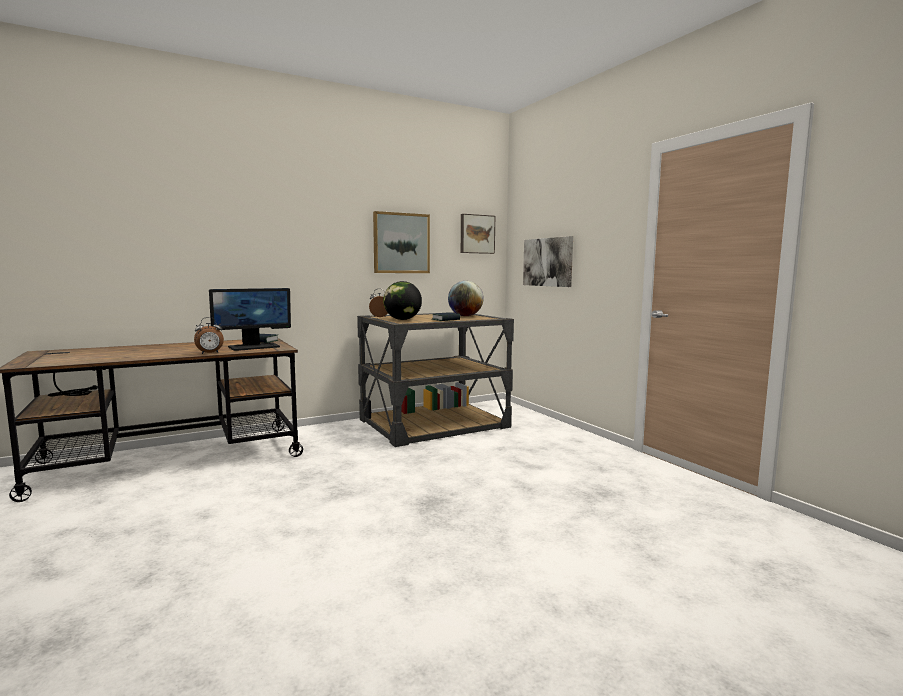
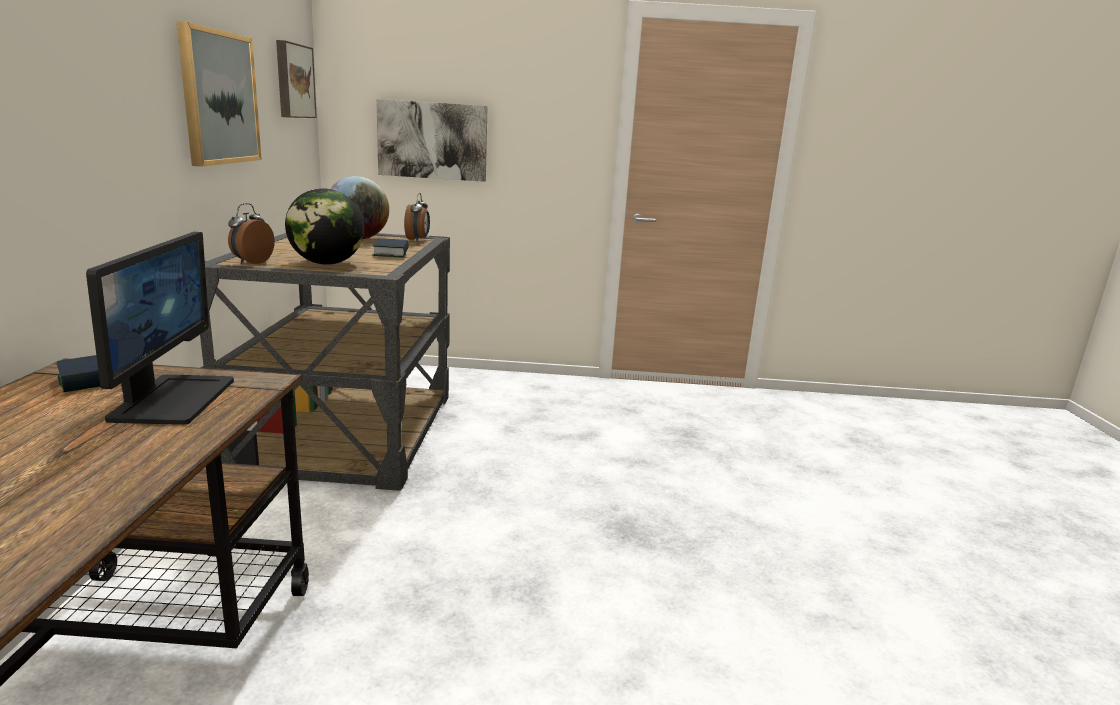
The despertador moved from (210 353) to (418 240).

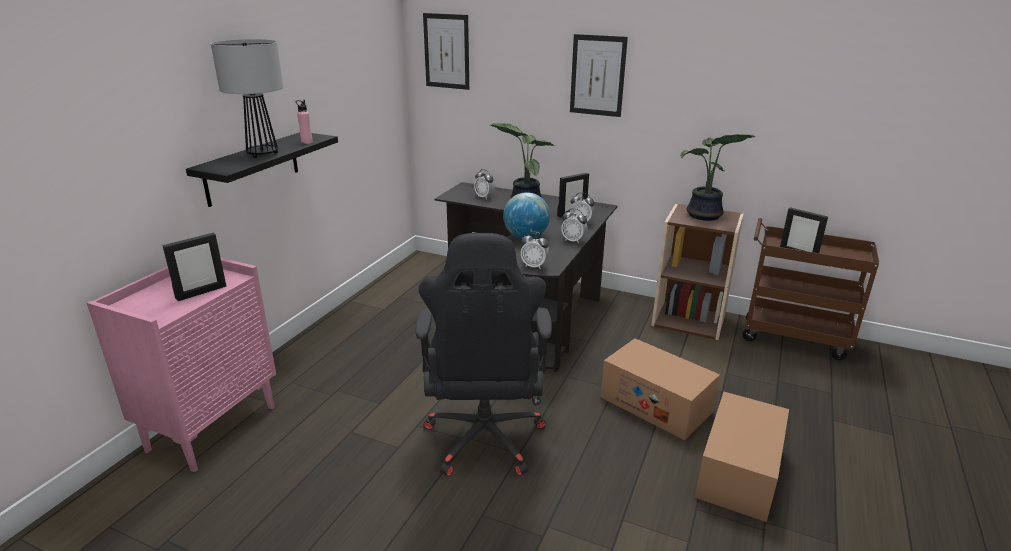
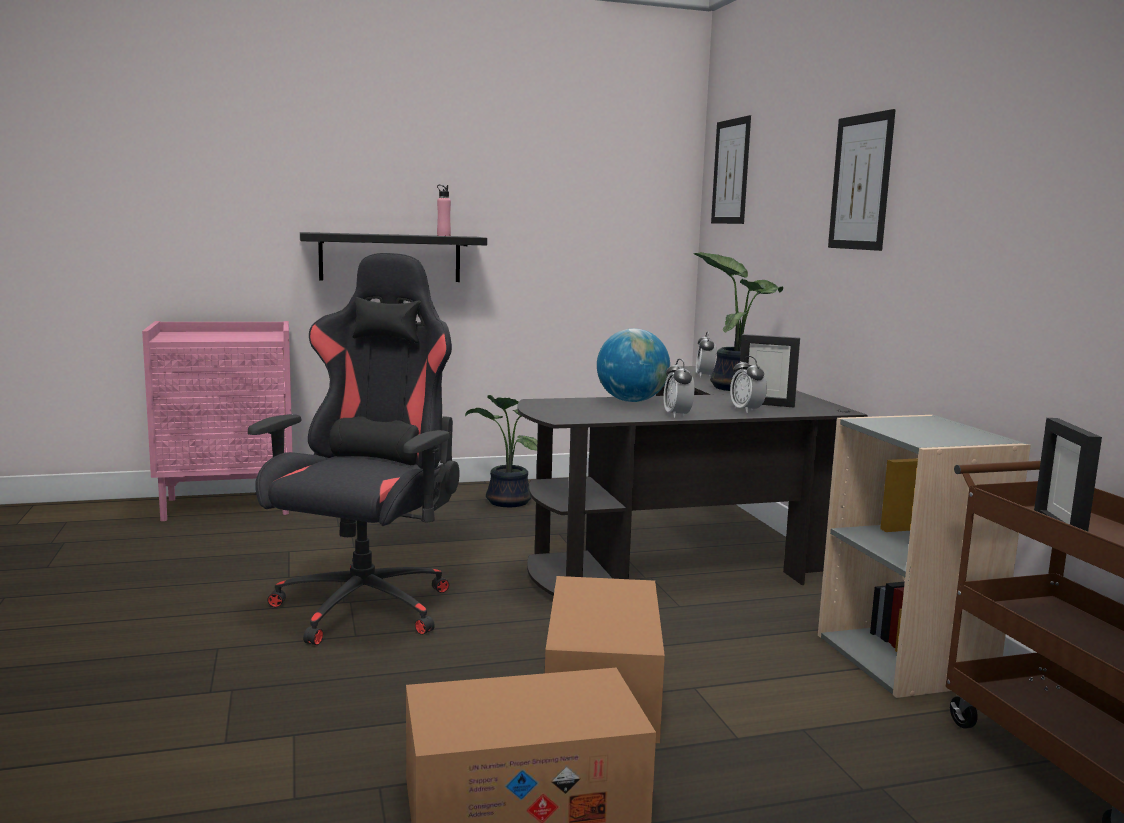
The lámpara de mesa at (262 154) disappeared. The planta en maceta moved from (704 216) to (505 502). The estantería (marrón) at (689 320) became the estantería (gris) at (906 659). The despertador at (534 266) disappeared. The portarretratos at (201 292) disappeared. The silla de oficina (negro) at (484 437) turned 150 degrees clockwise.

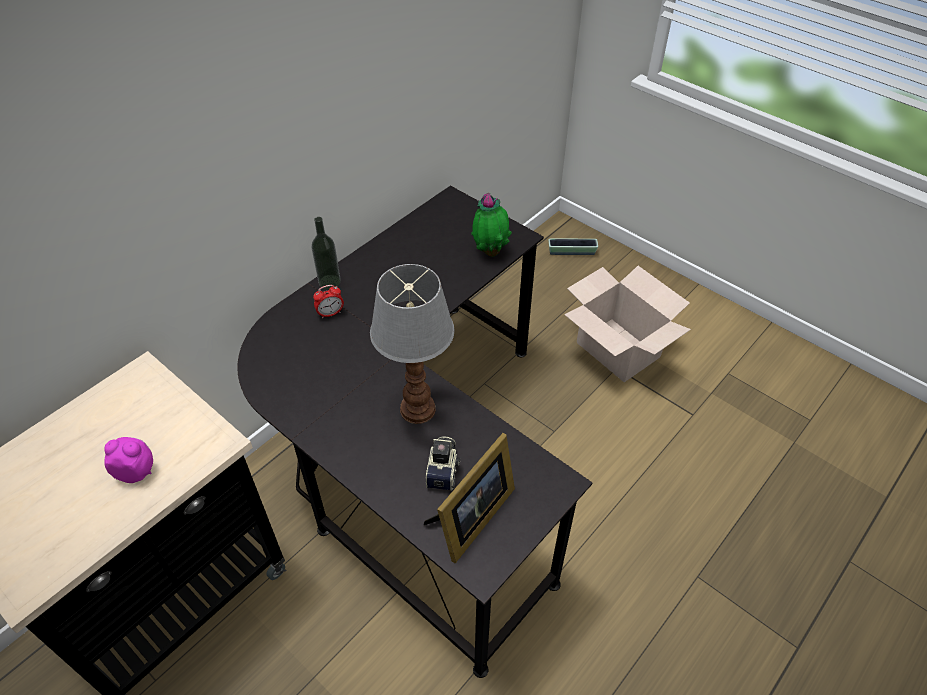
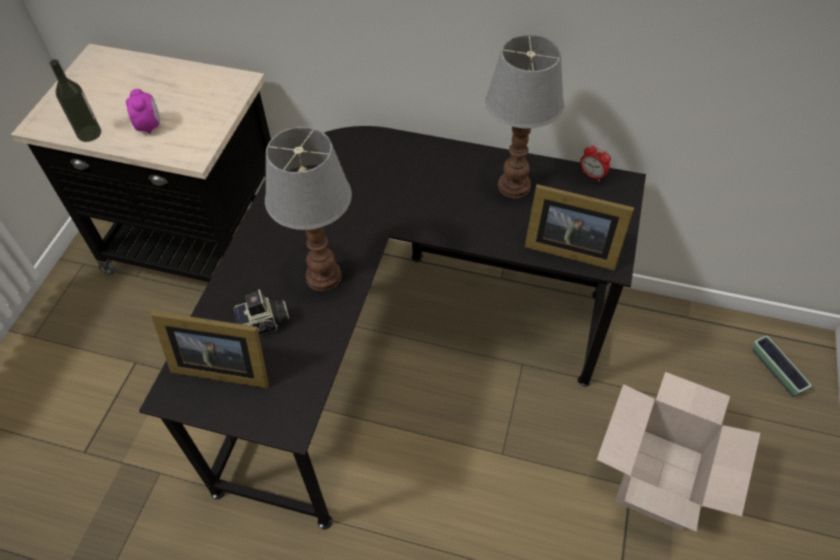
The planta en maceta at (490 252) was replaced by the portarretratos at (568 248). The botella moved from (329 282) to (89 133). The despertador moved from (330 313) to (592 175). The lámpara de mesa at (513 185) appeared.

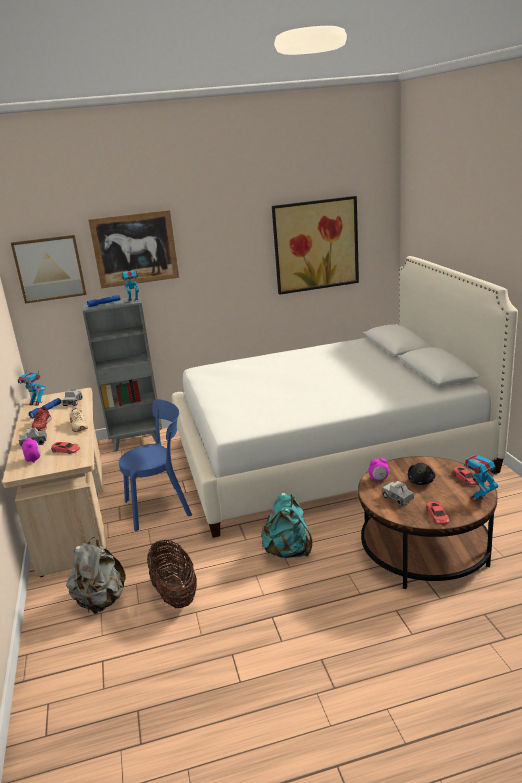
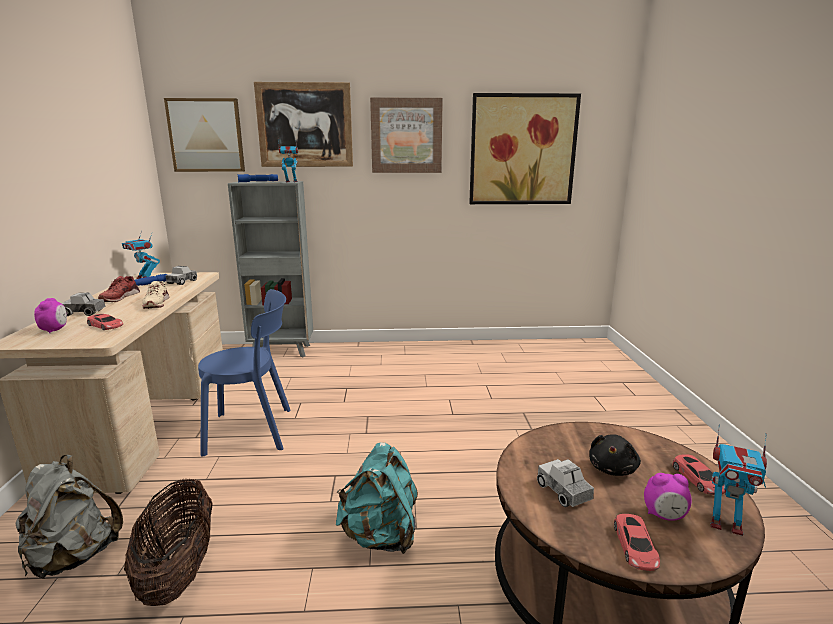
The cama (blanco) at (327 454) disappeared. The robot de juguete at (479 497) turned 135 degrees counterclockwise. The despertador moved from (379 479) to (664 516). The cuadro at (406 136) appeared.

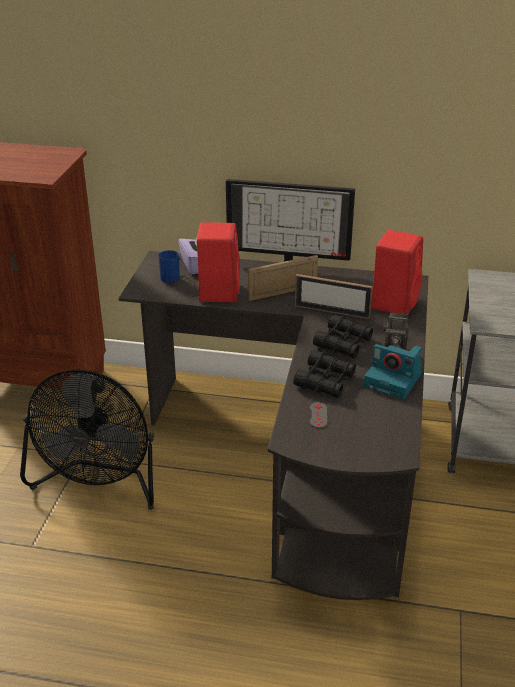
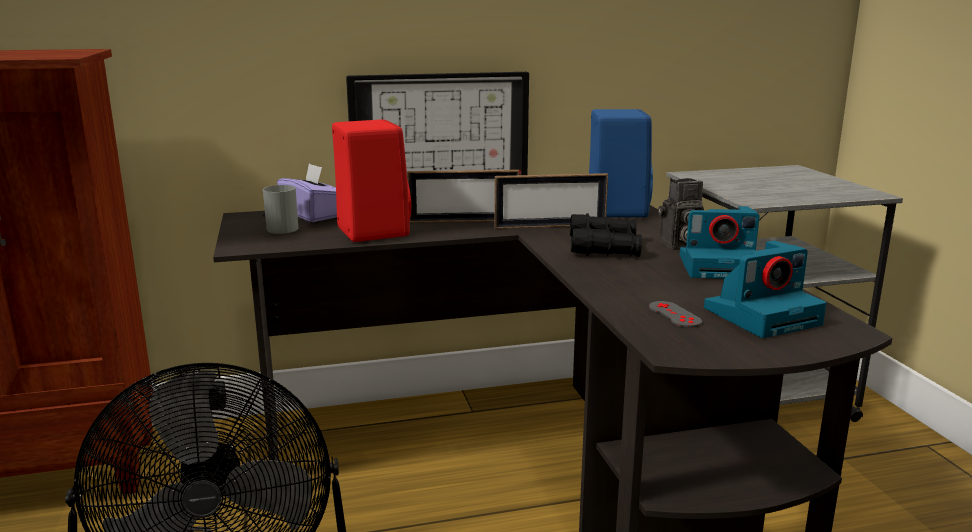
The altavoz (rojo) at (394 302) became the altavoz (azul) at (615 210). The taza grande (azul) at (171 276) became the taza grande (gris) at (282 228). The portarretratos at (282 292) turned 135 degrees counterclockwise. The prismáticos (negro) at (325 381) disappeared. The cámara at (763 315) appeared.

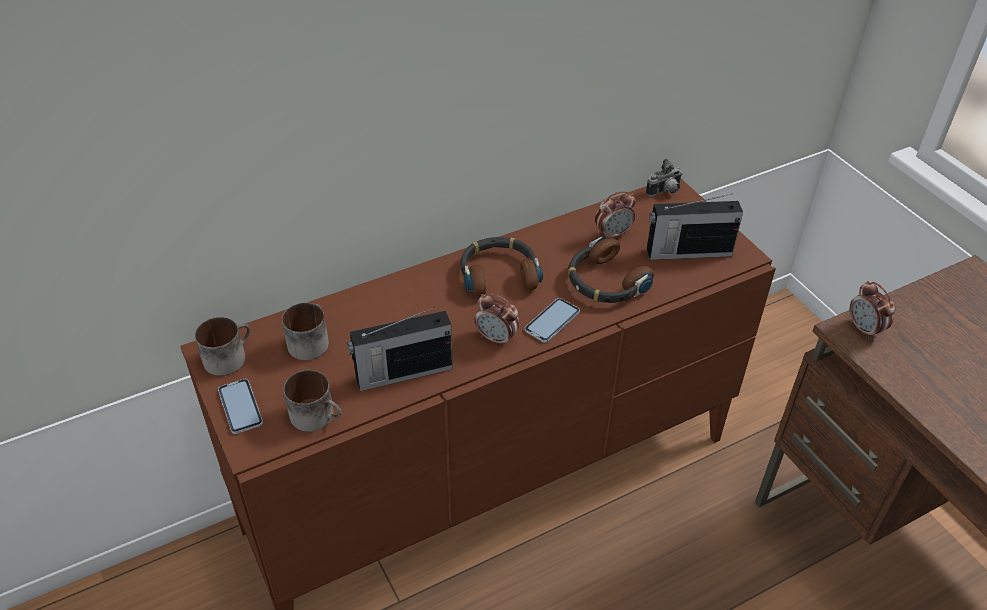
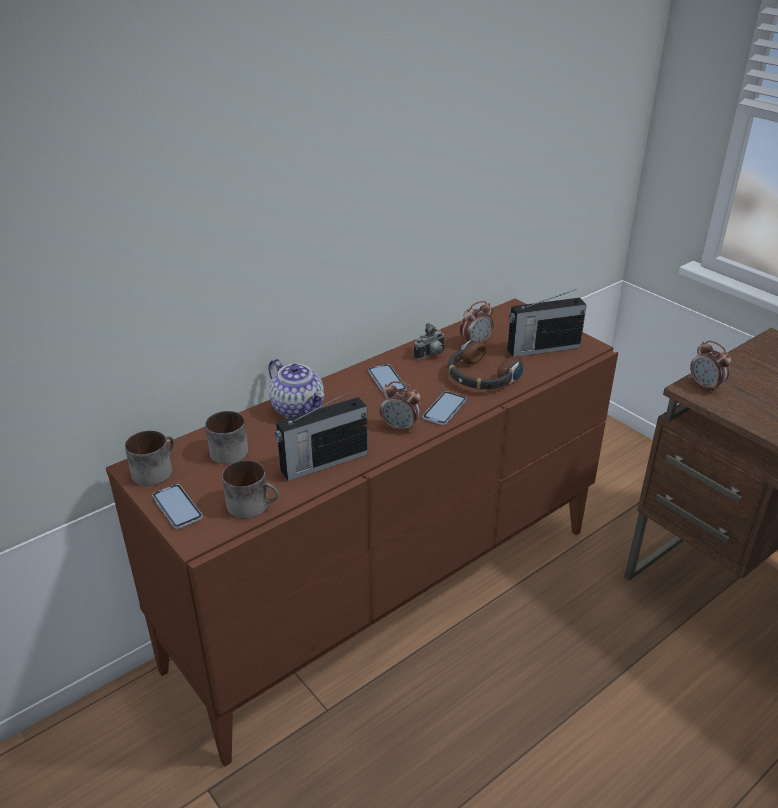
The cámara moved from (665 192) to (431 355). The auriculares at (499 273) was replaced by the móvil at (387 380). The tetera at (299 409) appeared.

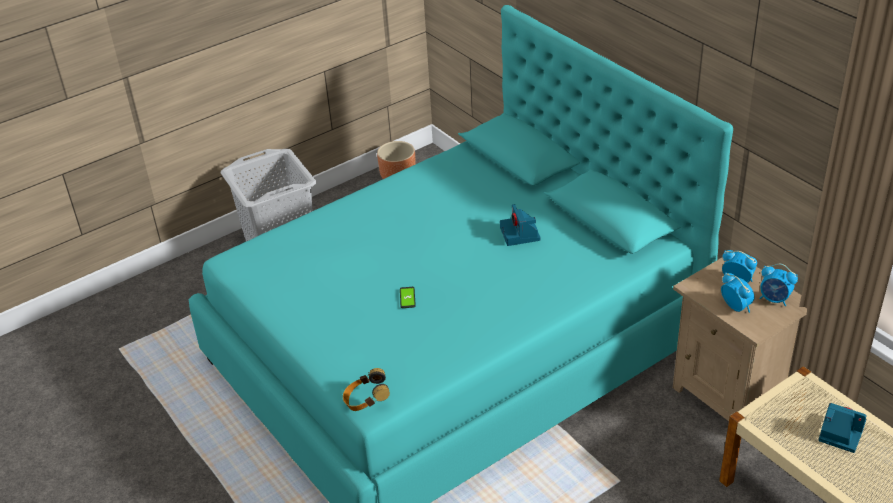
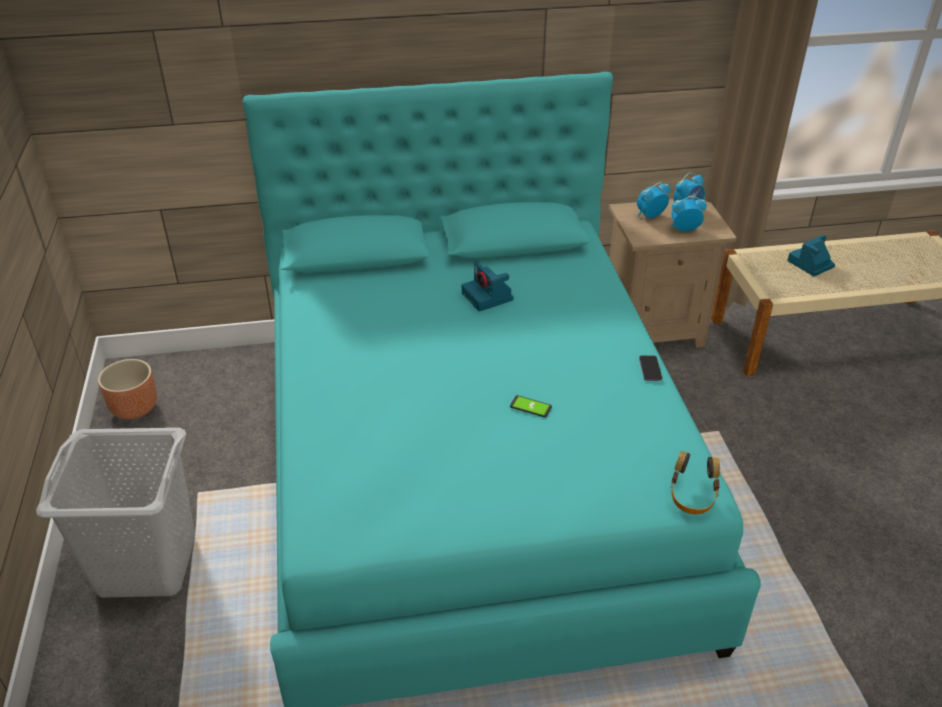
The cámara at (520 234) turned 45 degrees clockwise. The móvil at (650 369) appeared.

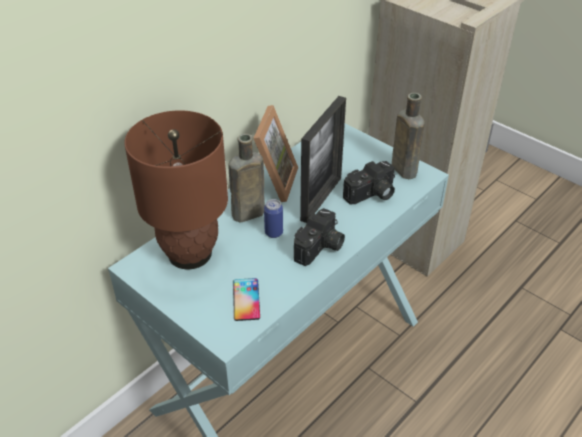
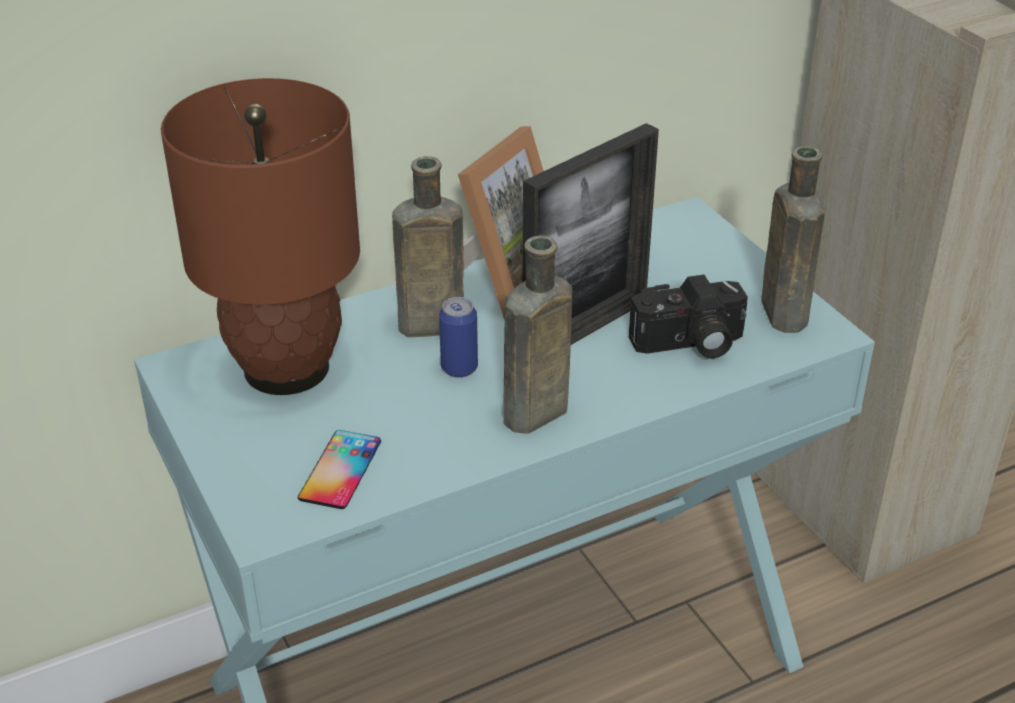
The cámara at (320 248) was replaced by the botella (marrón) at (532 416).

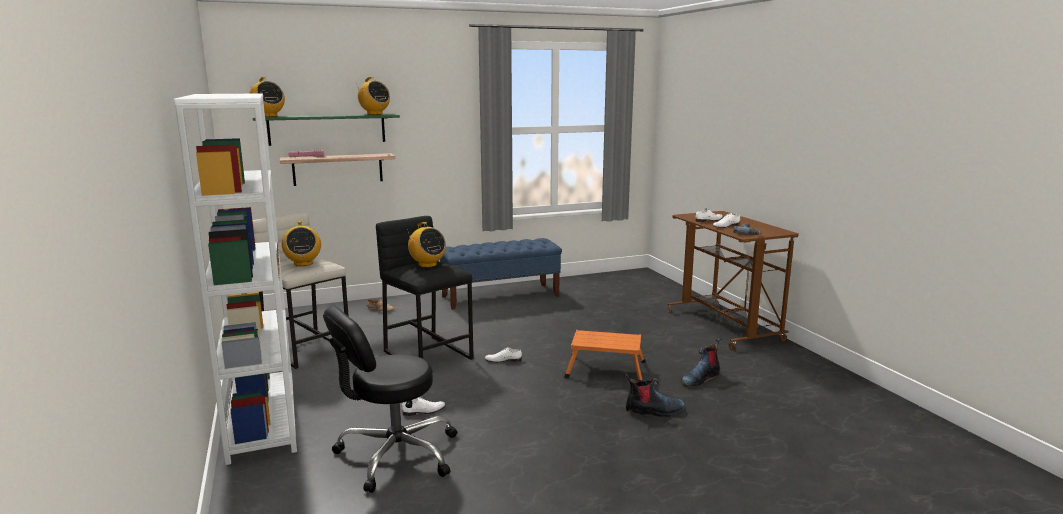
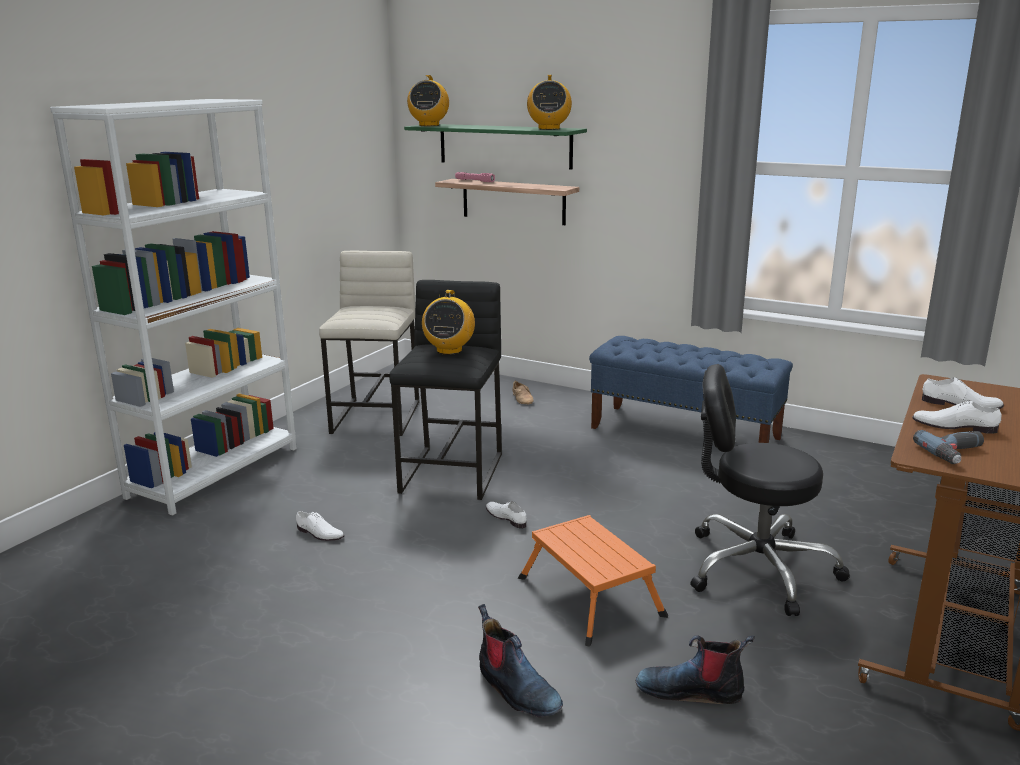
The radio at (303 263) disappeared. The silla de oficina (negro) moved from (392 457) to (751 567).

